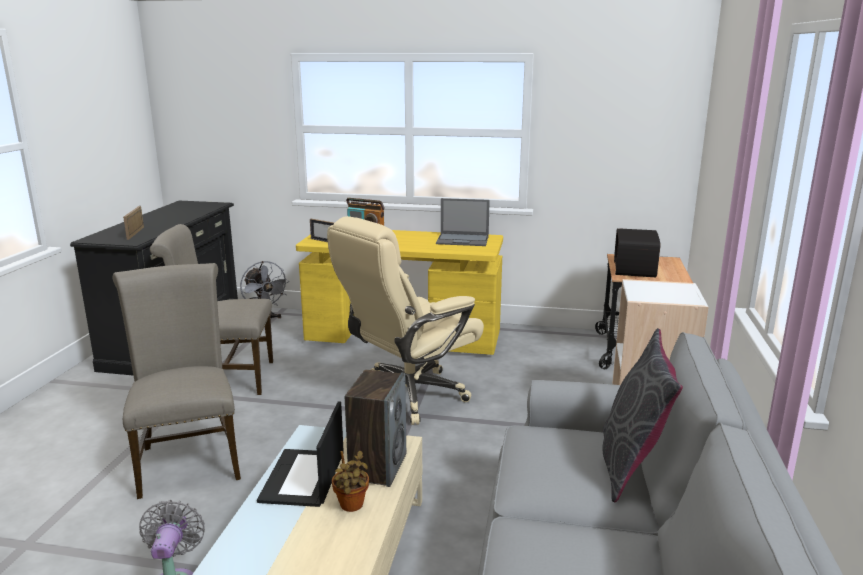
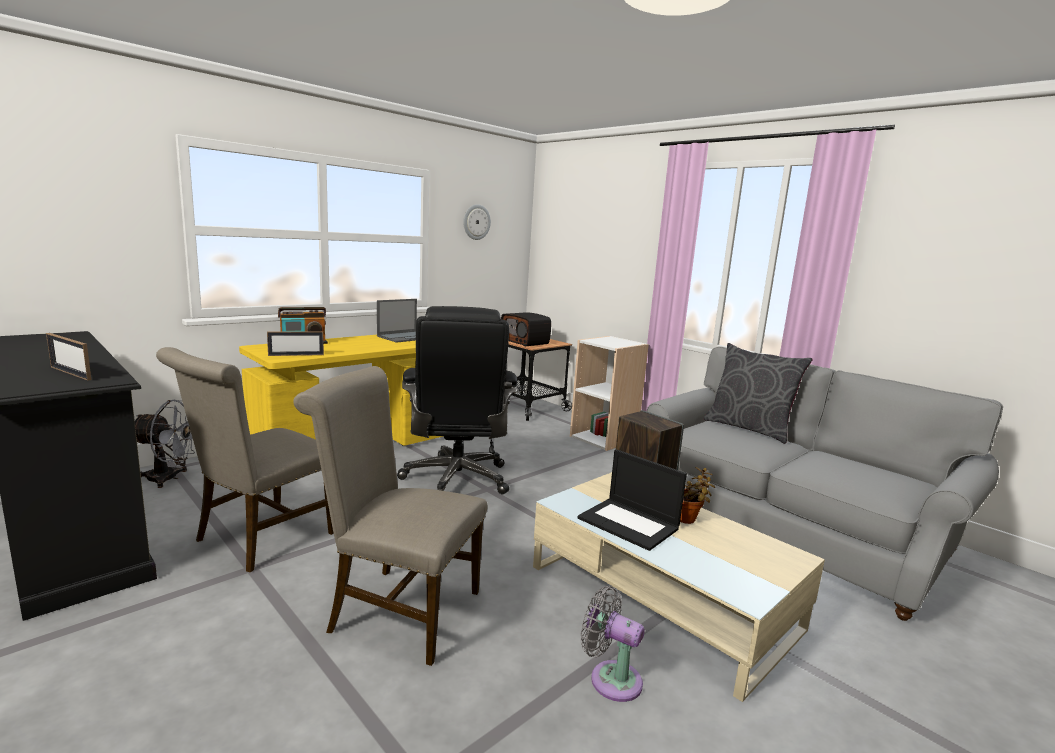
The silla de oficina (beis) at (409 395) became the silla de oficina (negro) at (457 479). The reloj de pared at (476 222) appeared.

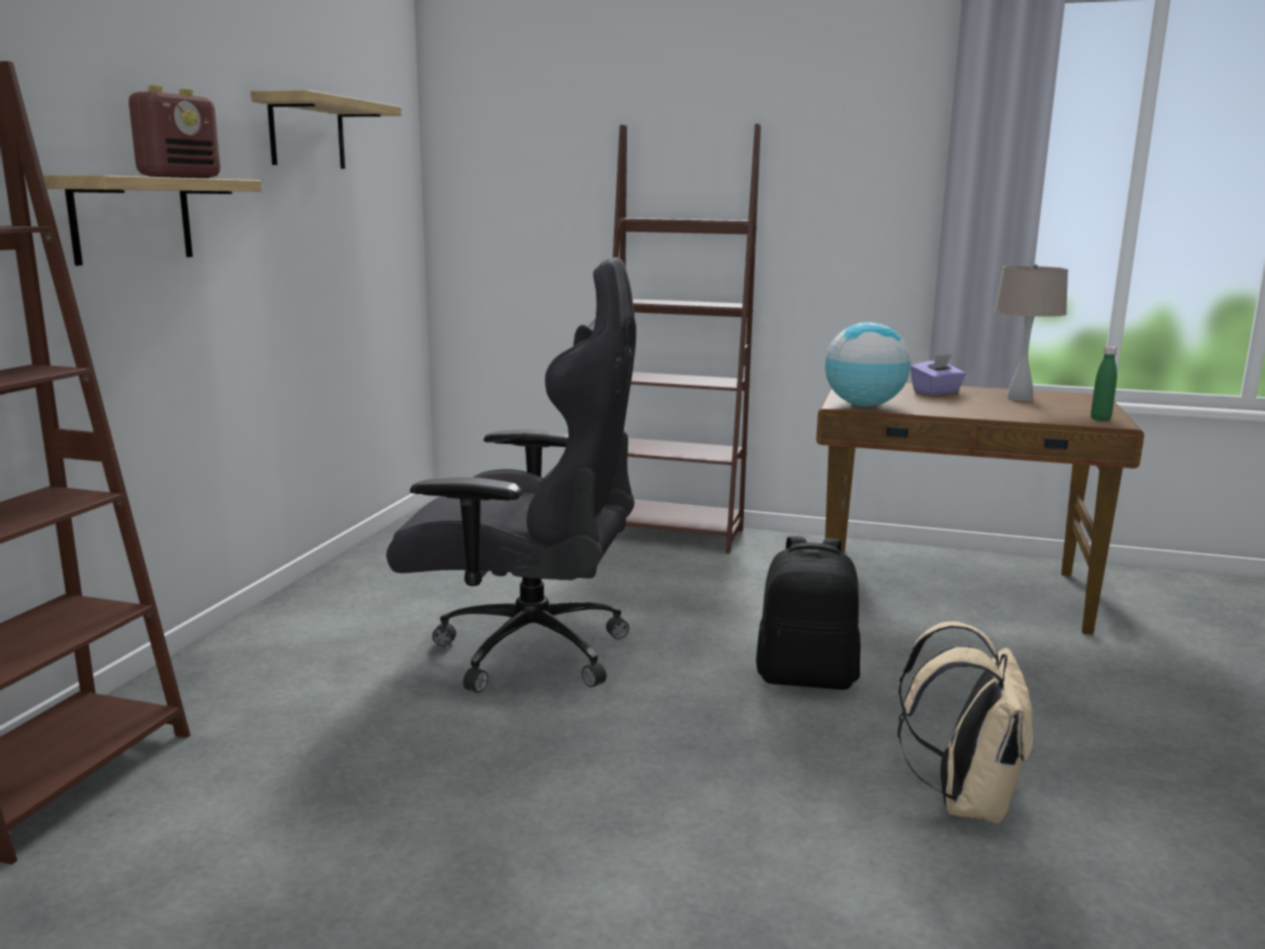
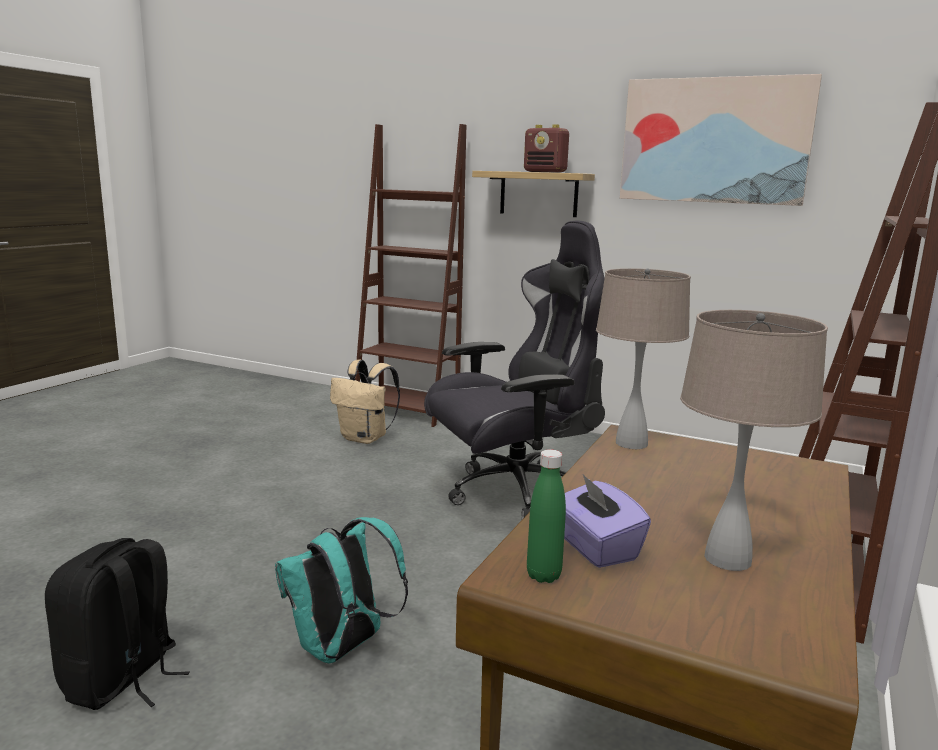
The estante at (307 133) was replaced by the cuadro at (714 141). The silla de oficina (negro) at (519 651) turned 135 degrees counterclockwise. The globo terráqueo at (863 405) was replaced by the lámpara de mesa (beis) at (631 443). The caja de pañuelos (morado) moved from (936 392) to (595 547). The mochila (negro) moved from (807 677) to (122 679). The mochila (beis) moved from (964 801) to (365 438). The mochila (turquesa) at (341 649) appeared.

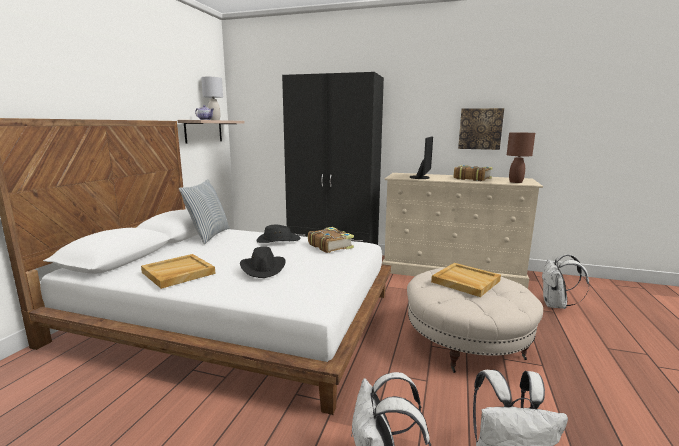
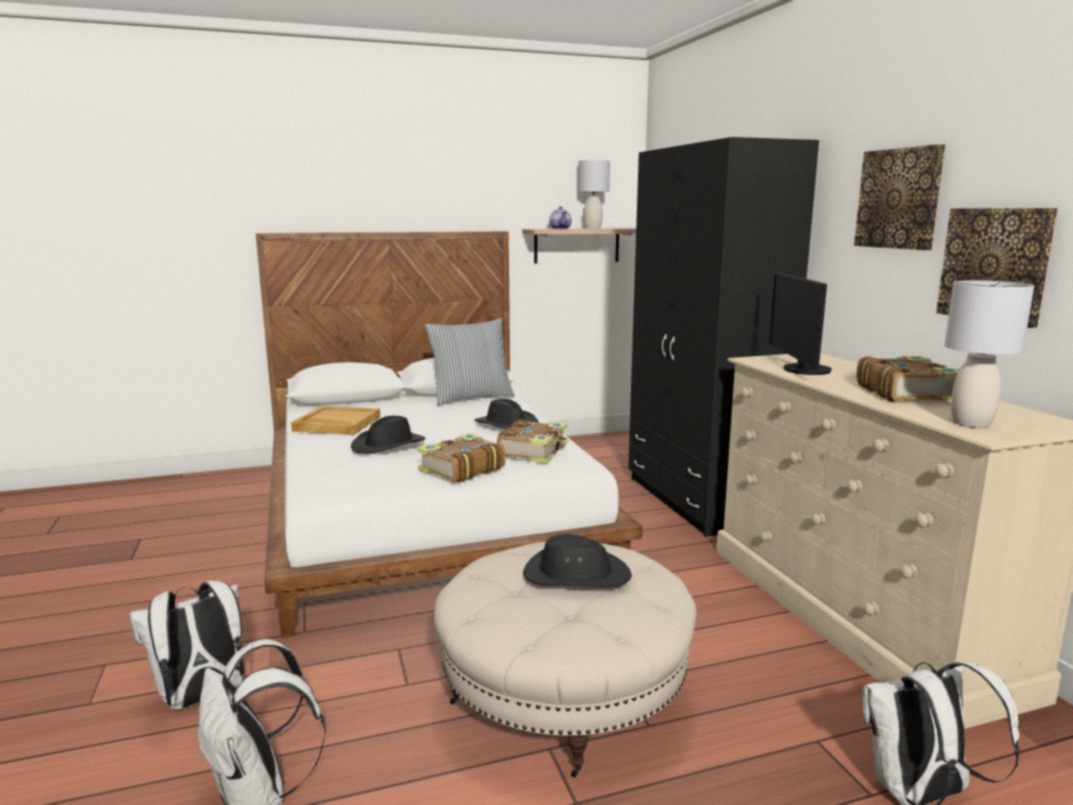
The lámpara de mesa (marrón) at (515 182) became the lámpara de mesa (gris) at (970 423). The monitor at (421 177) turned 105 degrees clockwise. The bandeja (beis) at (465 281) was replaced by the sombrero (negro) at (575 575). The cuadro at (900 199) appeared. The libro at (460 469) appeared.

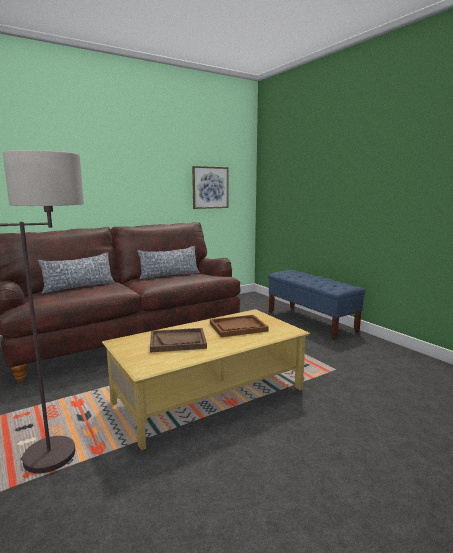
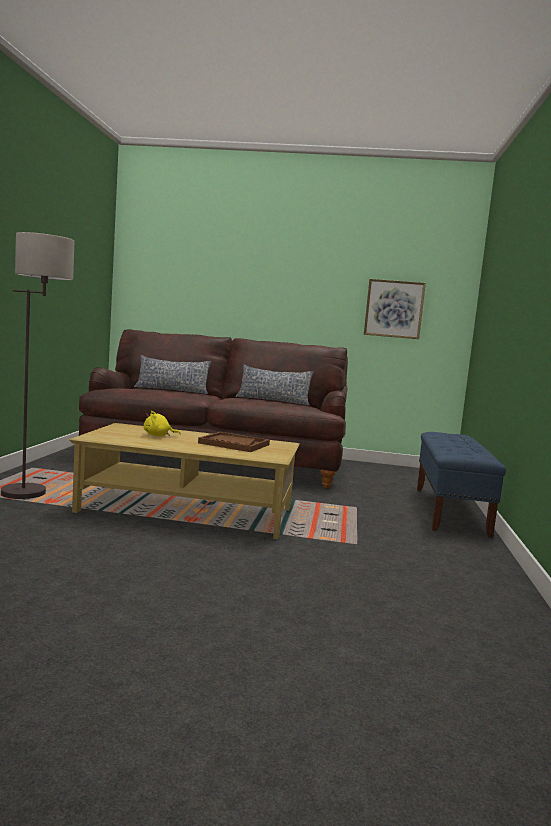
The bandeja (marrón) at (178 341) was replaced by the peluche (amarillo) at (158 436).

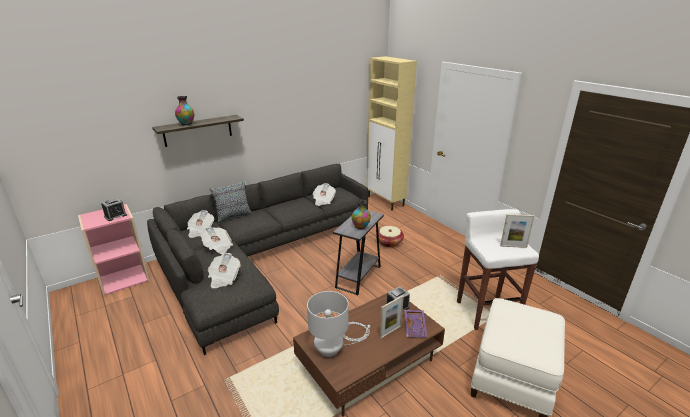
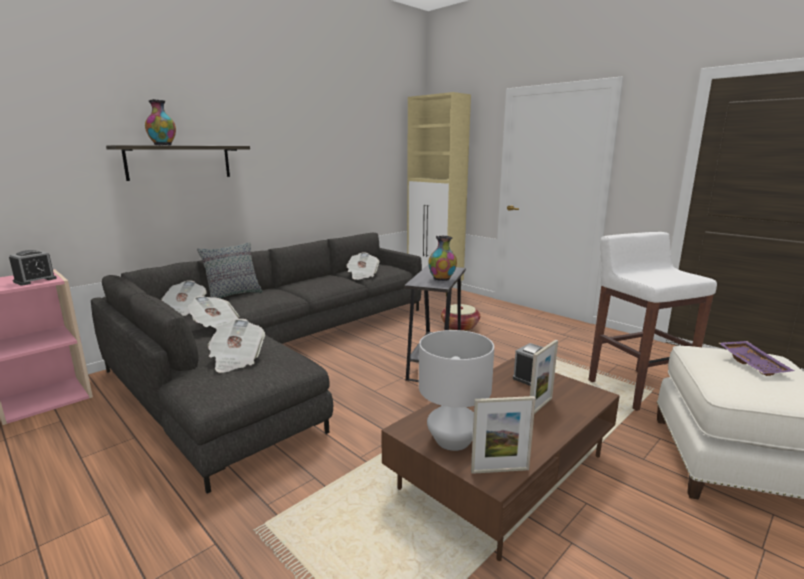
The portarretratos moved from (513 246) to (500 470). The bandeja (morado) moved from (415 327) to (753 364).

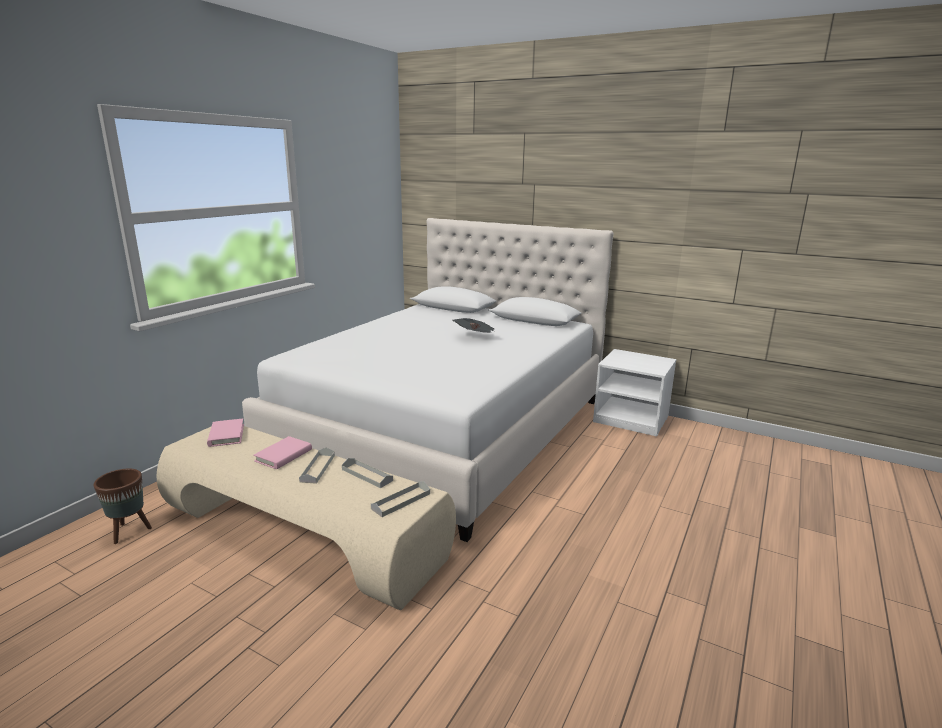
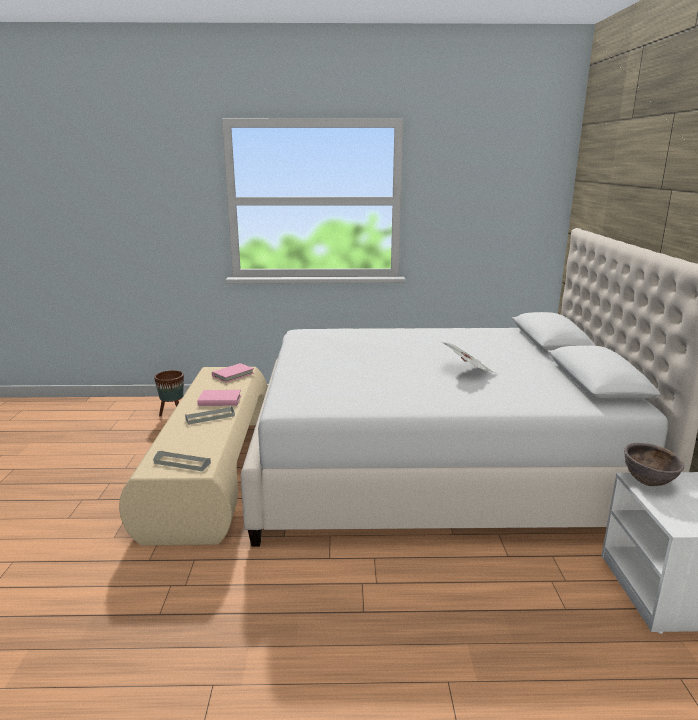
The bandeja (gris) at (367 475) disappeared. The cuenco (marrón) at (648 483) appeared.

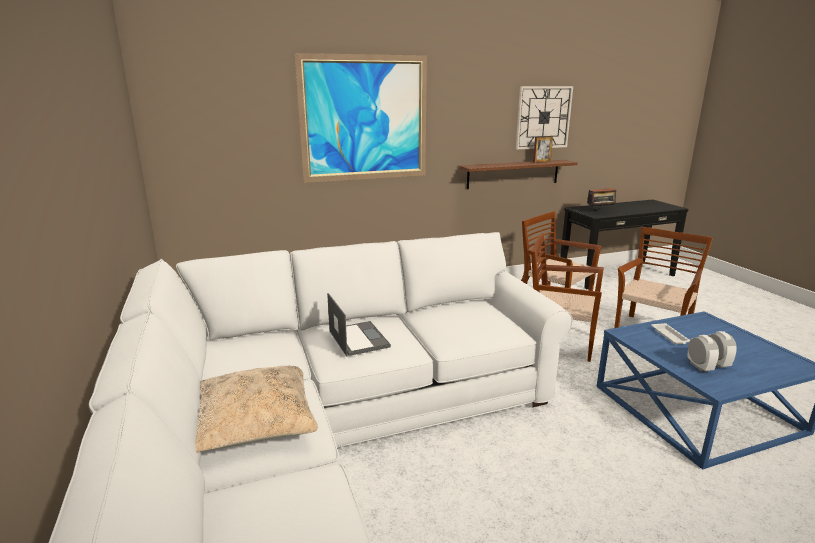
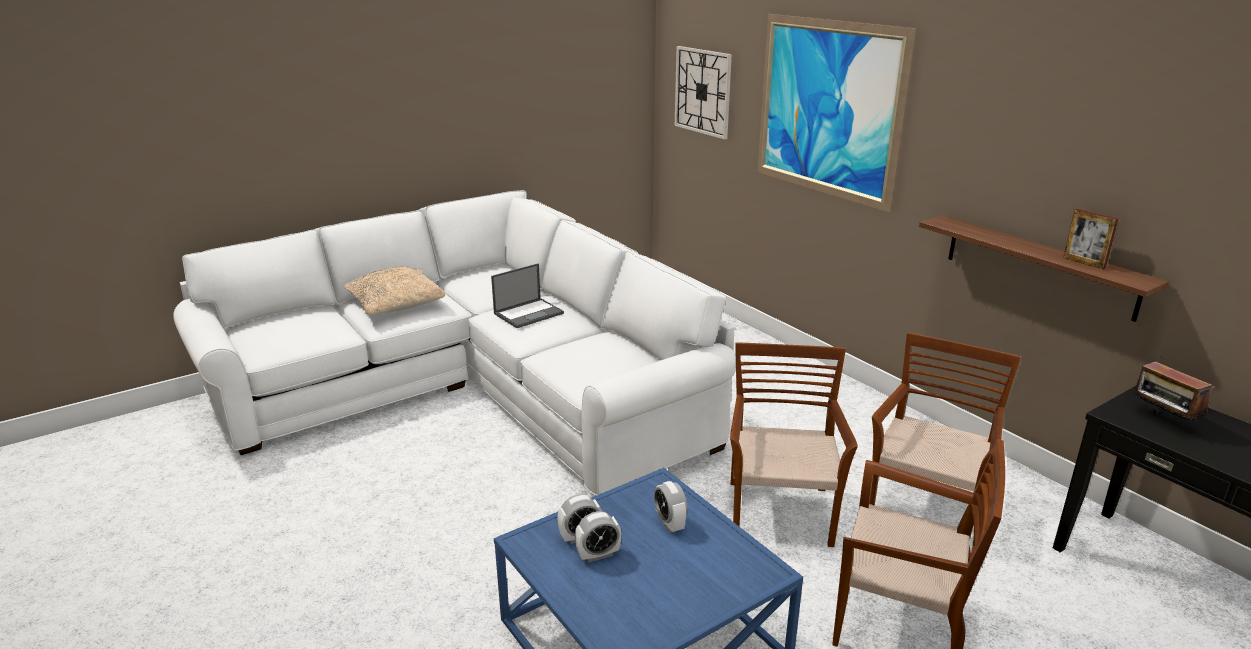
The reloj de pared moved from (543 117) to (702 91). The bandeja (blanco) at (670 336) was replaced by the despertador at (669 523).

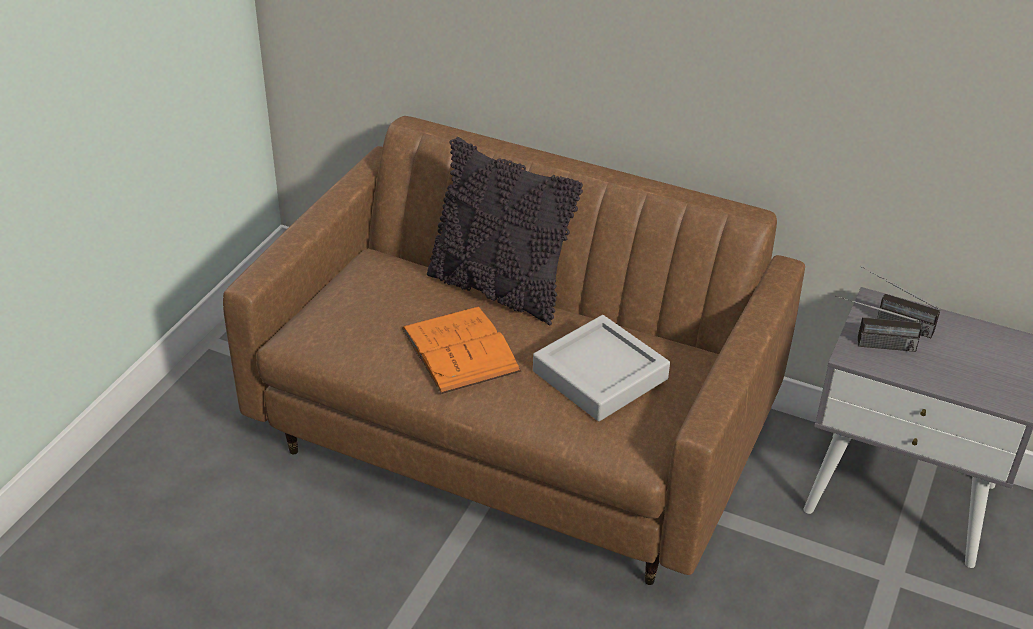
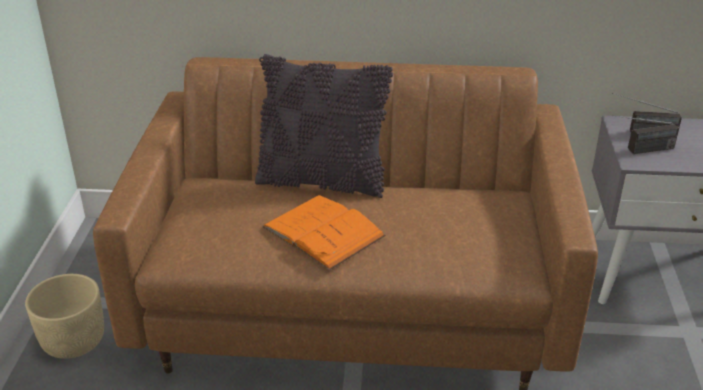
The bandeja (gris) at (600 375) disappeared. The maceta (beis) at (74 341) appeared.

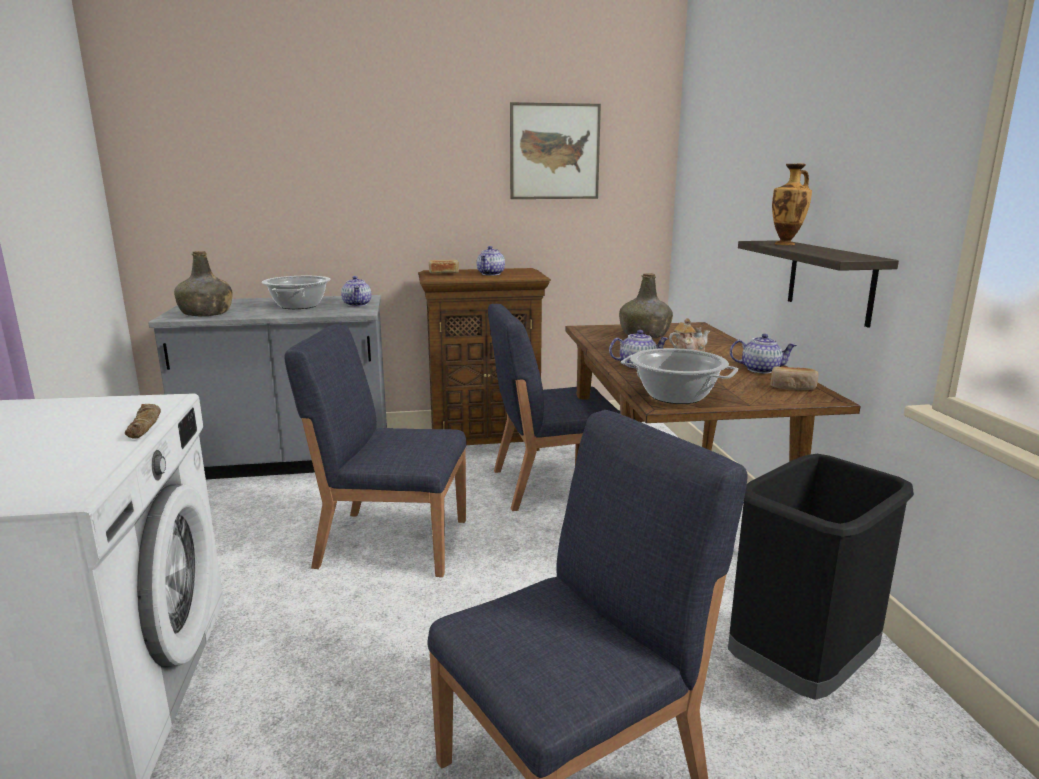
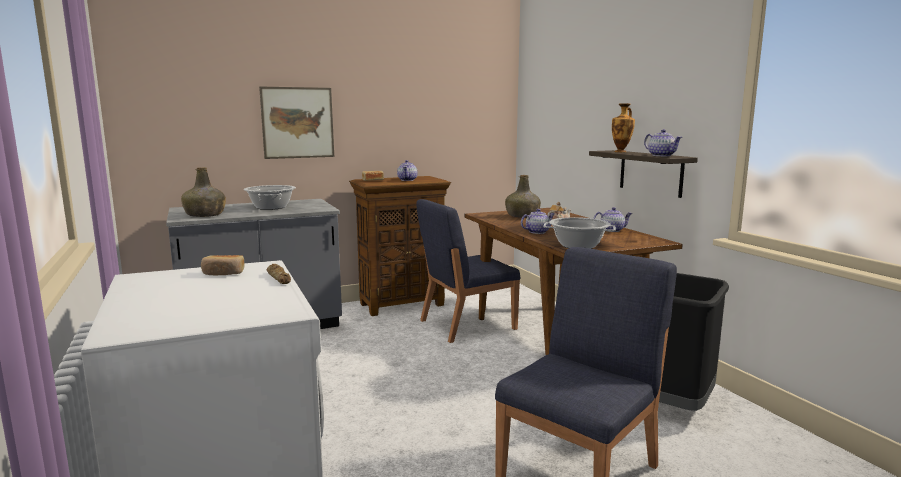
The cuadro moved from (554 152) to (298 122). The tetera moved from (357 304) to (662 155). The silla (azul) at (391 542) disappeared. The pan moved from (792 387) to (223 273).

